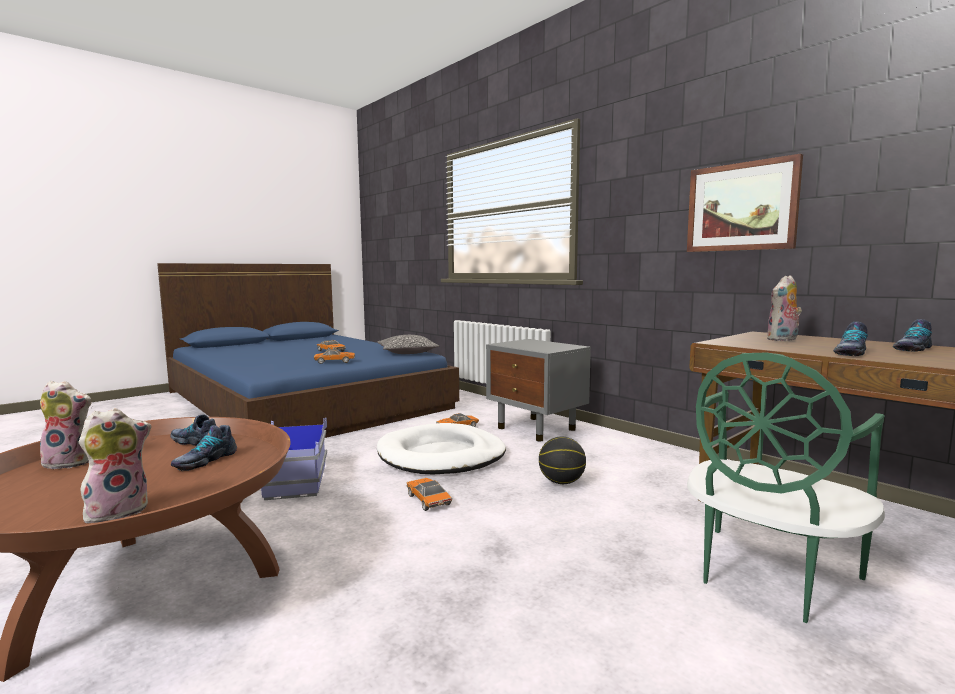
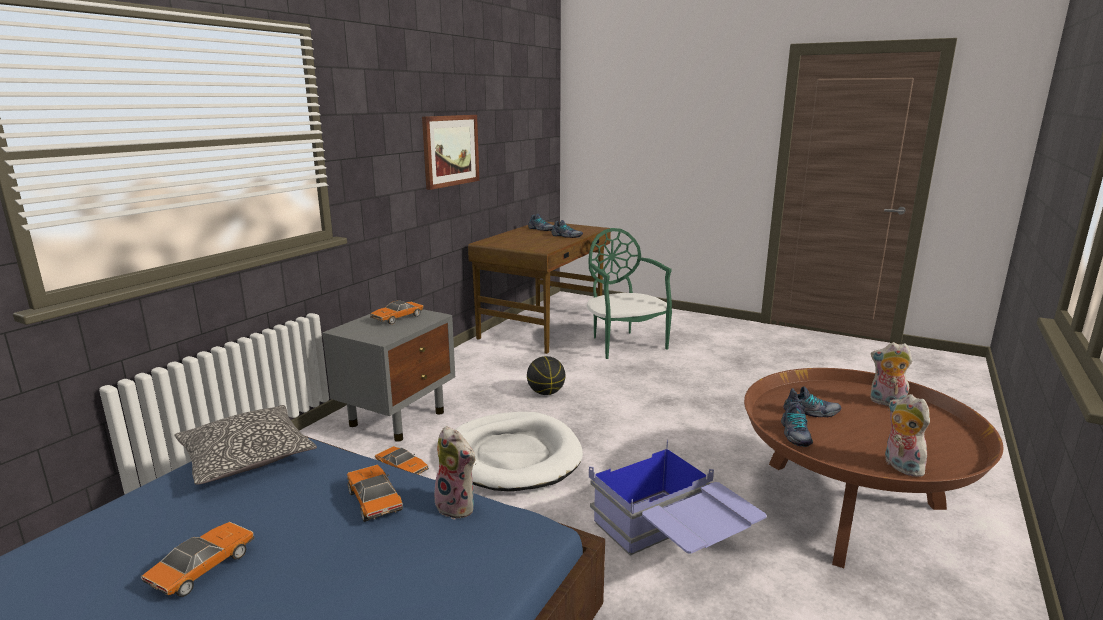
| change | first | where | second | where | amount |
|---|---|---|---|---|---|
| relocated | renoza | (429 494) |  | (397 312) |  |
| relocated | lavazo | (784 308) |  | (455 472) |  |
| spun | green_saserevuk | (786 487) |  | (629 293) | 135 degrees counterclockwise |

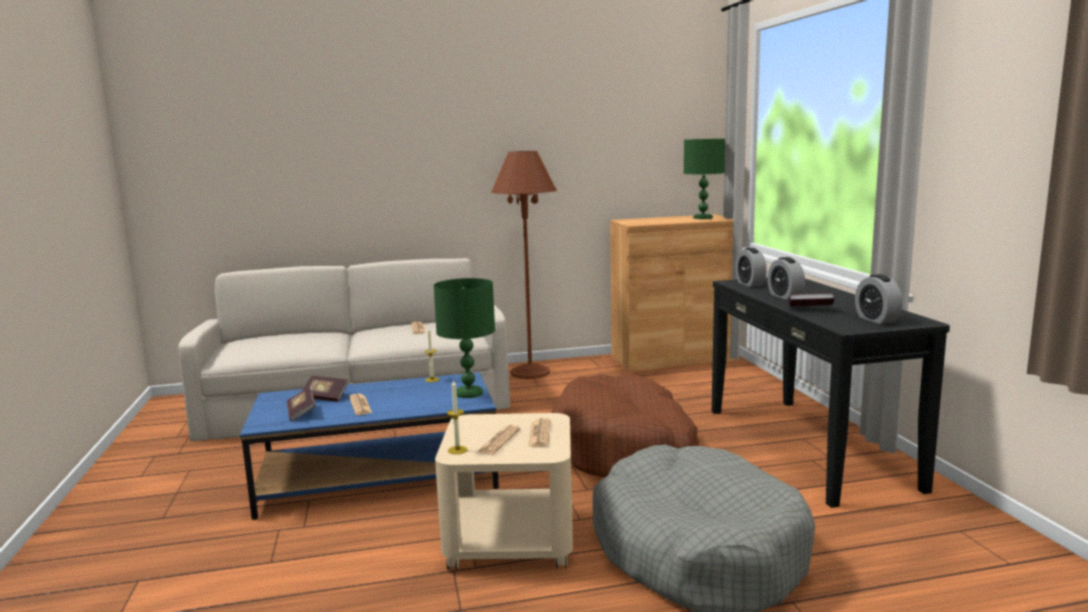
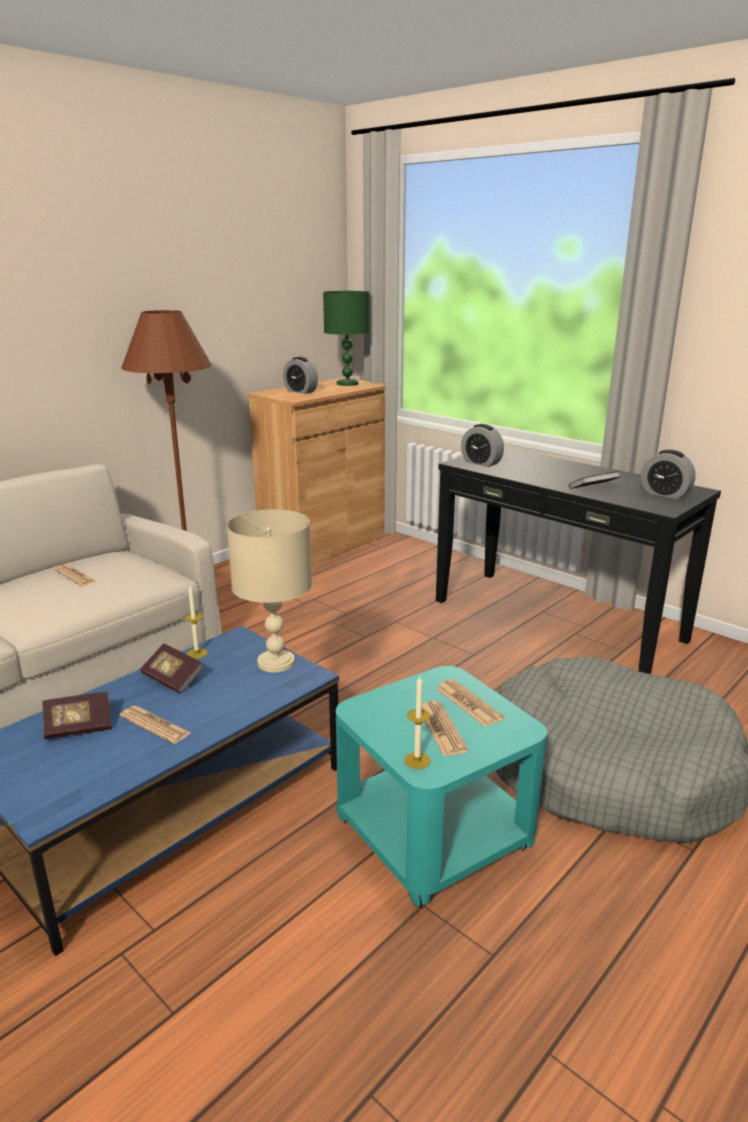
| change | first | where | second | where | amount |
|---|---|---|---|---|---|
| relocated | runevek | (301 404) |  | (171 668) |  |
| colour | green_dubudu | (464 338) | beige_dubudu | (269 591) |  |
| relocated | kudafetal | (786 278) |  | (300 375) |  |
| colour | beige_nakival | (504 491) | turquoise_nakival | (441 787) |  |
| missing | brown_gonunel | (625 426) |  |  |  |

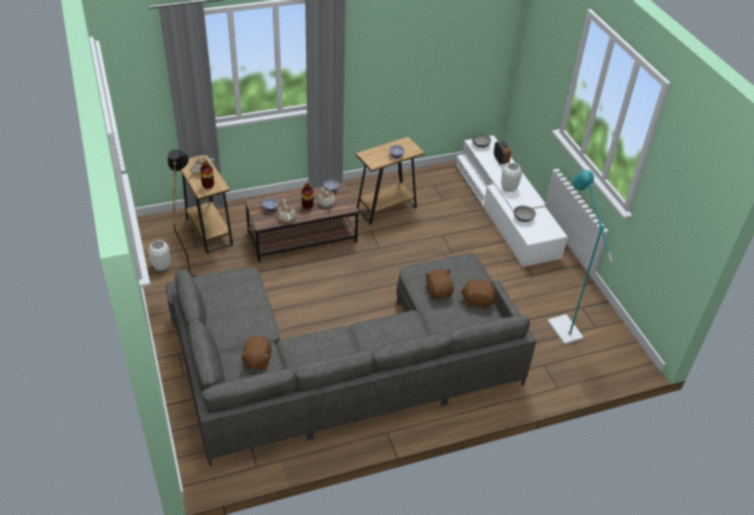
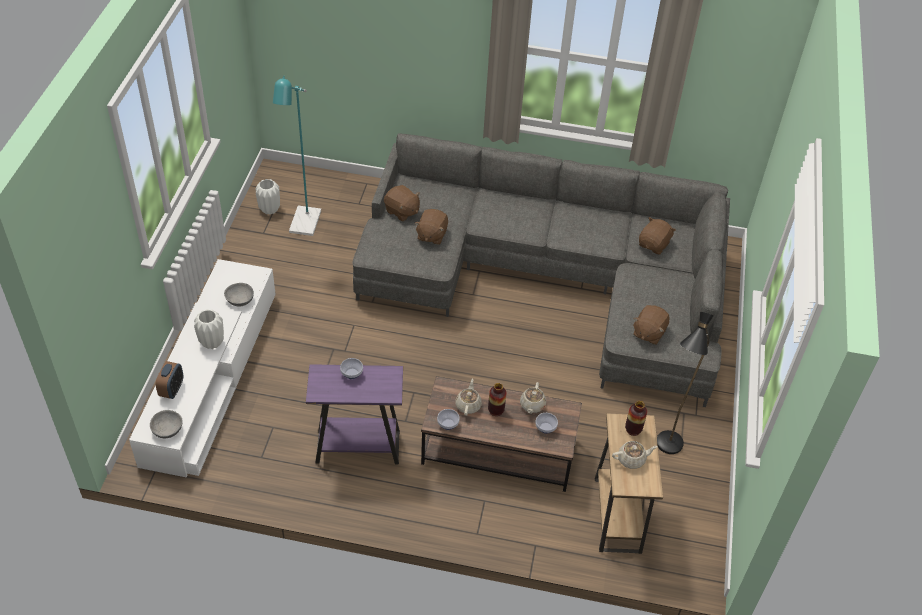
| change | first | where | second | where | amount |
|---|---|---|---|---|---|
| relocated | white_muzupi | (159 255) |  | (267 197) |  |
| colour | brown_nakival | (390 181) | purple_nakival | (354 414) |  |
| appeared |  |  | brown_lavazo | (651 325) |  |

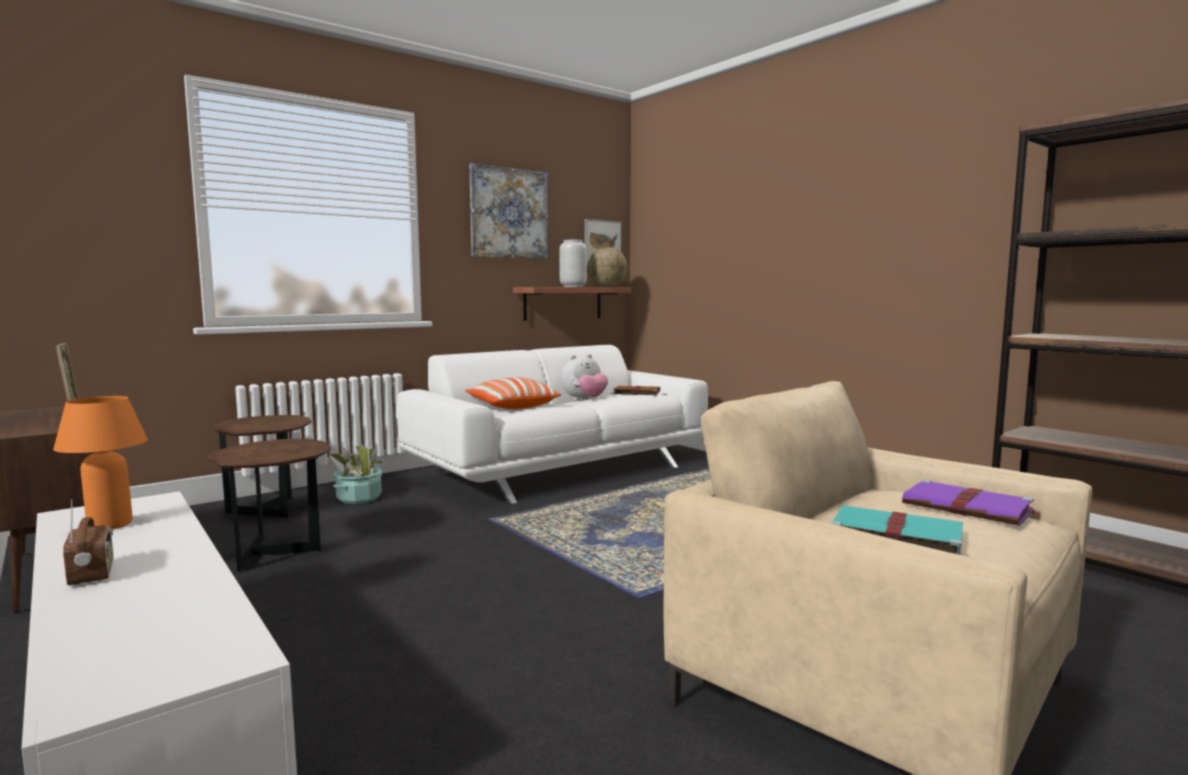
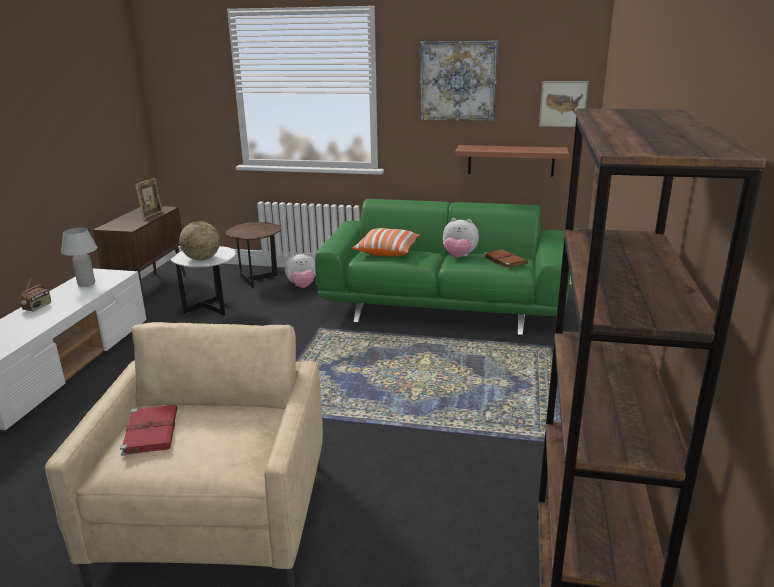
| change | first | where | second | where | amount |
|---|---|---|---|---|---|
| colour | orange_dubudu | (100 462) | white_dubudu | (79 257) |  |
| colour | turquoise_runevek | (897 530) | red_runevek | (149 430) |  |
| colour | brown_nakival | (269 505) | white_nakival | (203 281) |  |
| relocated | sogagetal | (607 267) |  | (199 241) |  |
| exchanged | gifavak | (356 474) | lavazo | (300 270) |  |
| colour | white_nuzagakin | (552 424) | green_nuzagakin | (442 267) |  |
| missing | grey_muzupi | (573 263) |  |  |  |
| missing | purple_runevek | (972 502) |  |  |  |

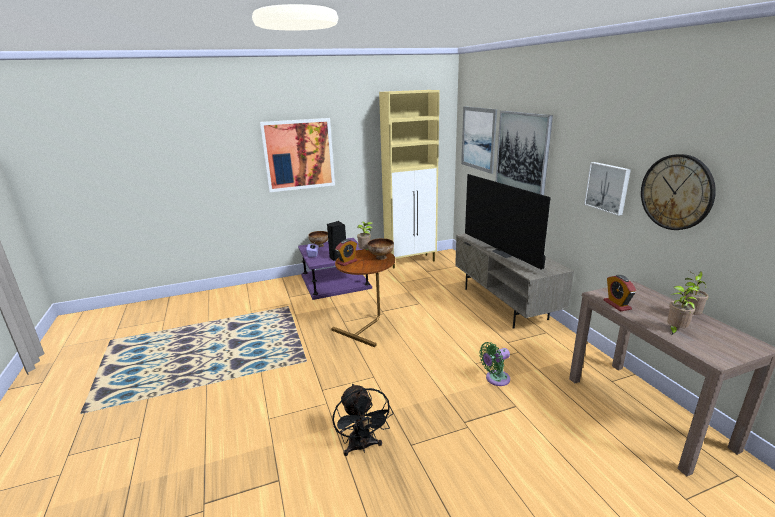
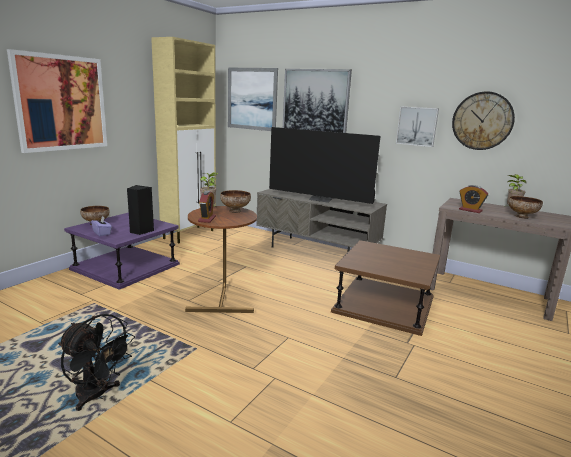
| change | first | where | second | where | amount |
|---|---|---|---|---|---|
| relocated | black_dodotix | (362 420) |  | (96 362) |  |
| exchanged | green_dodotix | (494 364) | brown_nakival | (385 288) |  |
| exchanged | gifavak | (683 310) | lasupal | (525 207) |  |

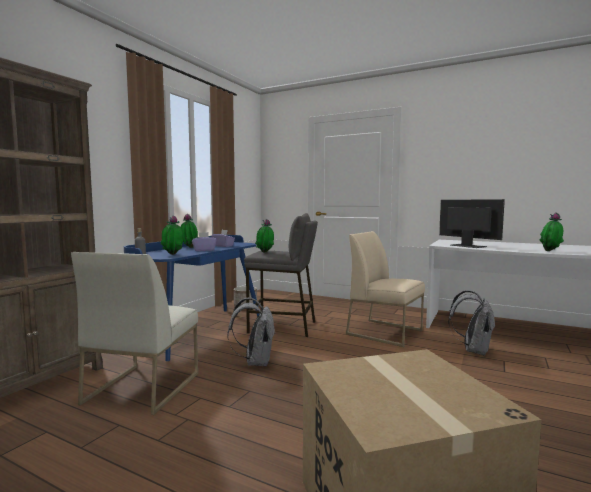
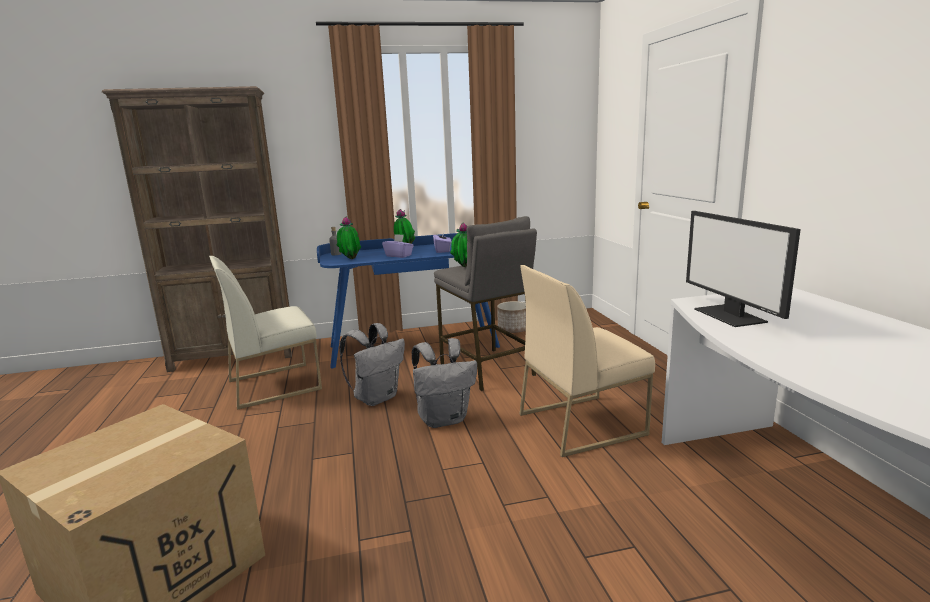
| change | first | where | second | where | amount |
|---|---|---|---|---|---|
| relocated | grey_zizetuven | (471 322) |  | (444 383) |  |
| spun | beige_saserevuk | (385 289) |  | (587 361) | 105 degrees counterclockwise |
| spun | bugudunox | (472 223) |  | (743 269) | 150 degrees clockwise |
| missing | gifavak | (552 231) |  |  |  |

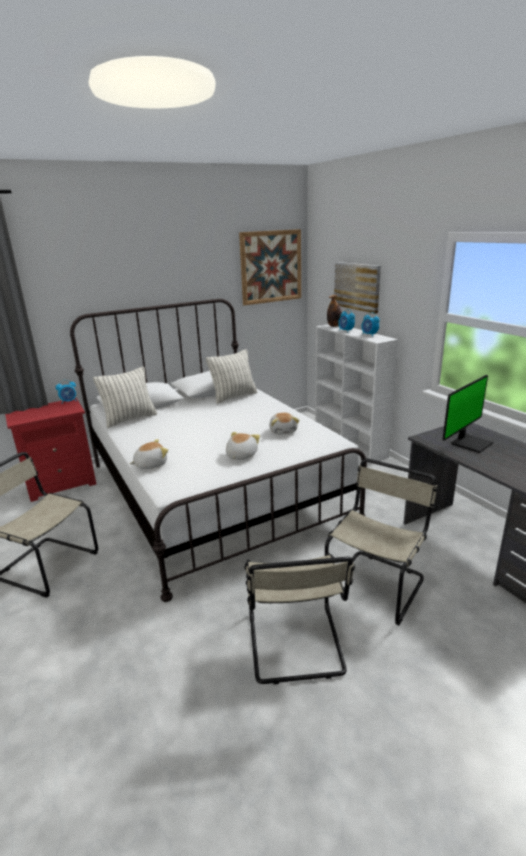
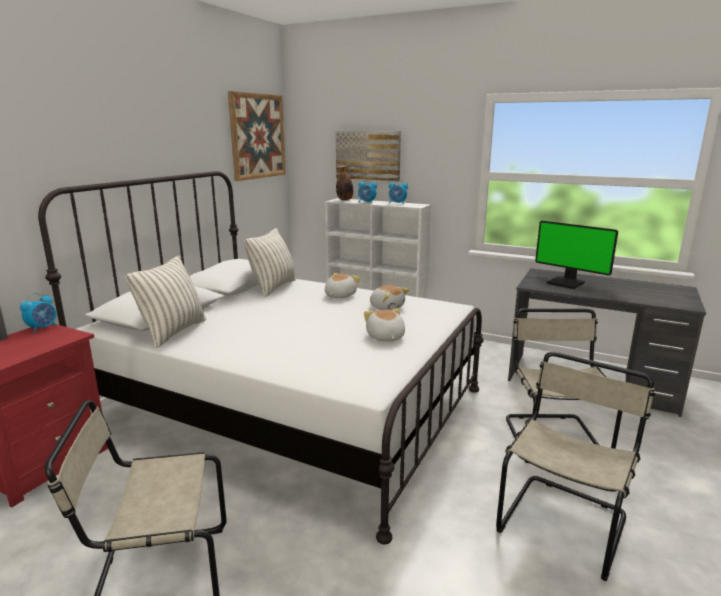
| change | first | where | second | where | amount |
|---|---|---|---|---|---|
| relocated | lavazo | (149 454) |  | (342 285) |  |
| spun | beige_saserevuk | (299 618) |  | (575 466) | 105 degrees counterclockwise |
| spun | bugudunox | (468 414) |  | (576 255) | 120 degrees clockwise |

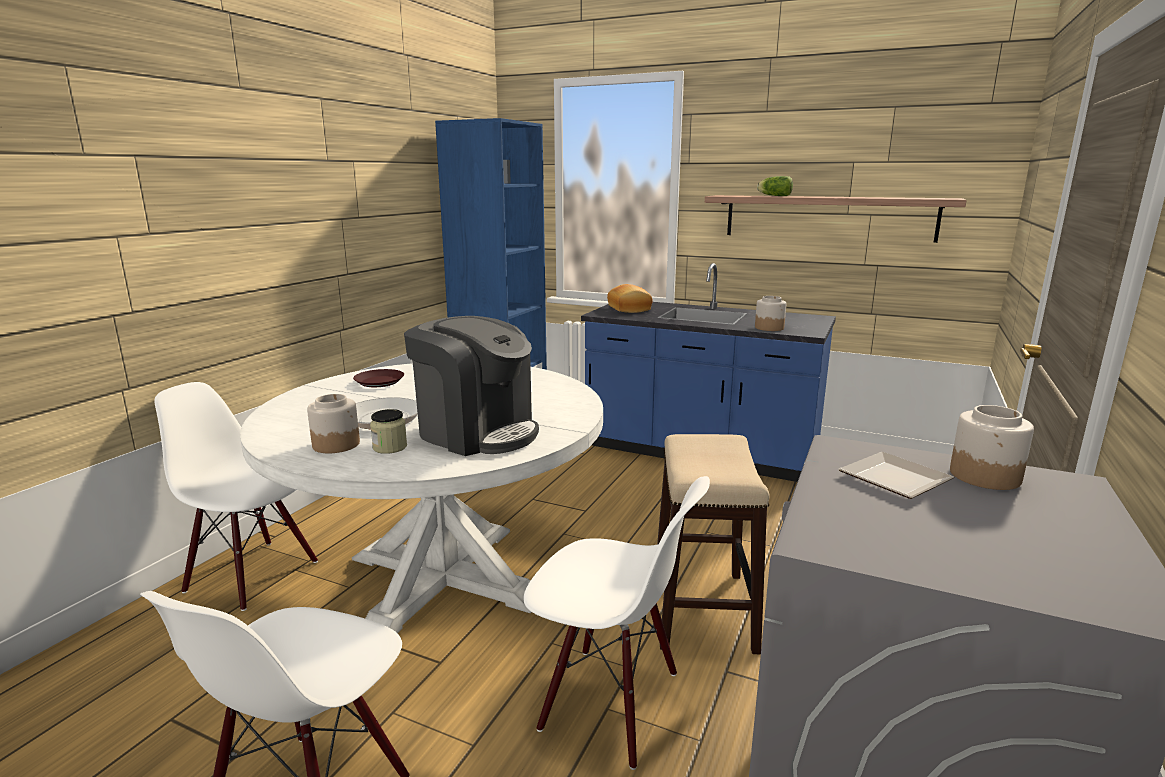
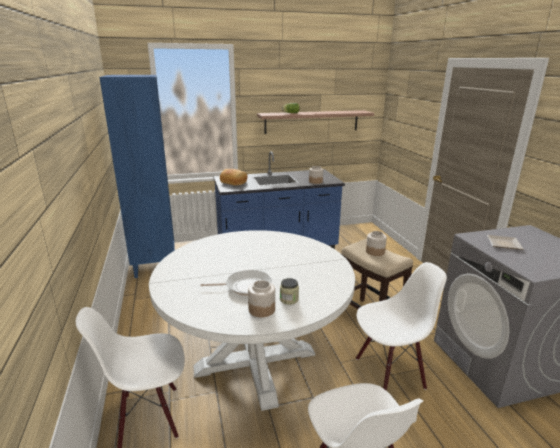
| change | first | where | second | where | amount |
|---|---|---|---|---|---|
| relocated | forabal | (992 447) |  | (376 243) |  |
| missing | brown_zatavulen | (378 378) |  |  |  |
| missing | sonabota | (471 386) |  |  |  |

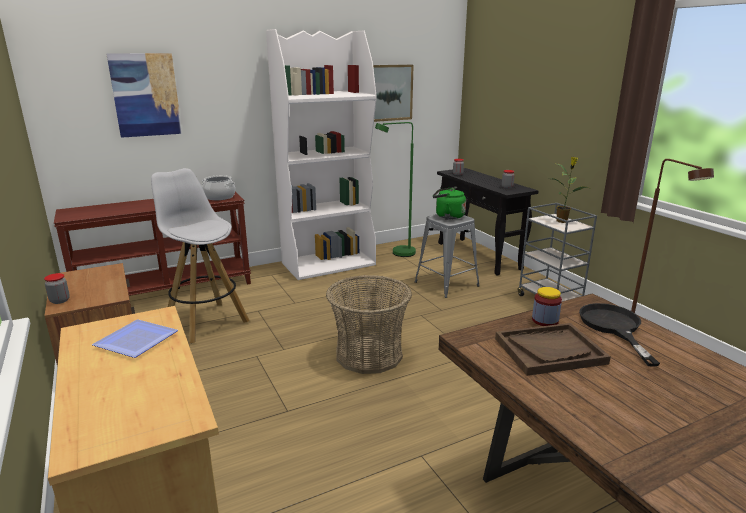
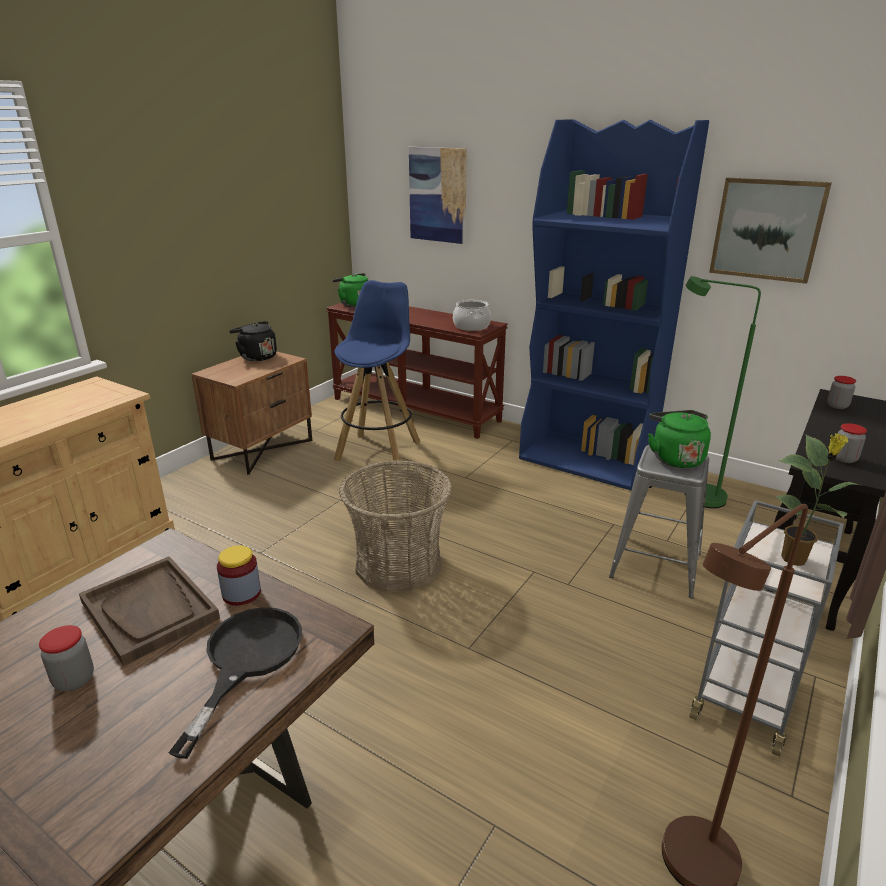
| change | first | where | second | where | amount |
|---|---|---|---|---|---|
| relocated | forabal | (57 288) |  | (66 658) |  |
| spun | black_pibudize | (619 335) |  | (235 683) | 45 degrees counterclockwise |
| appeared |  |  | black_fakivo | (253 341) |  |
| appeared |  |  | green_fakivo | (350 290) |  |
| colour | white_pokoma | (200 255) | blue_pokoma | (377 374) |  |
| colour | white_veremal | (321 154) | blue_veremal | (614 304) |  |
| missing | zatavulen | (135 339) |  |  |  |

